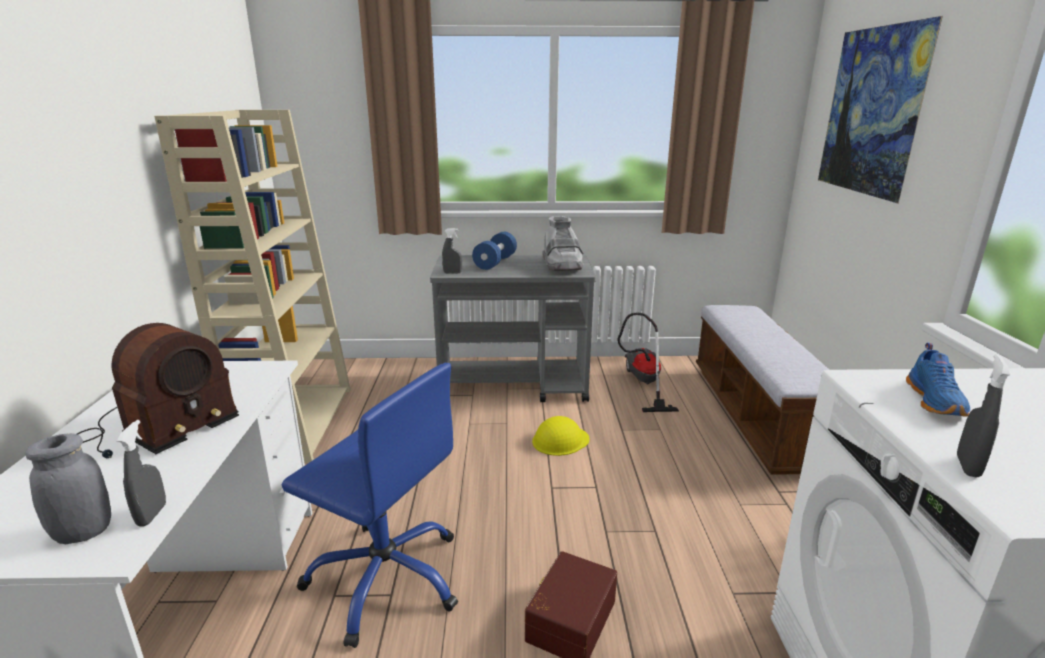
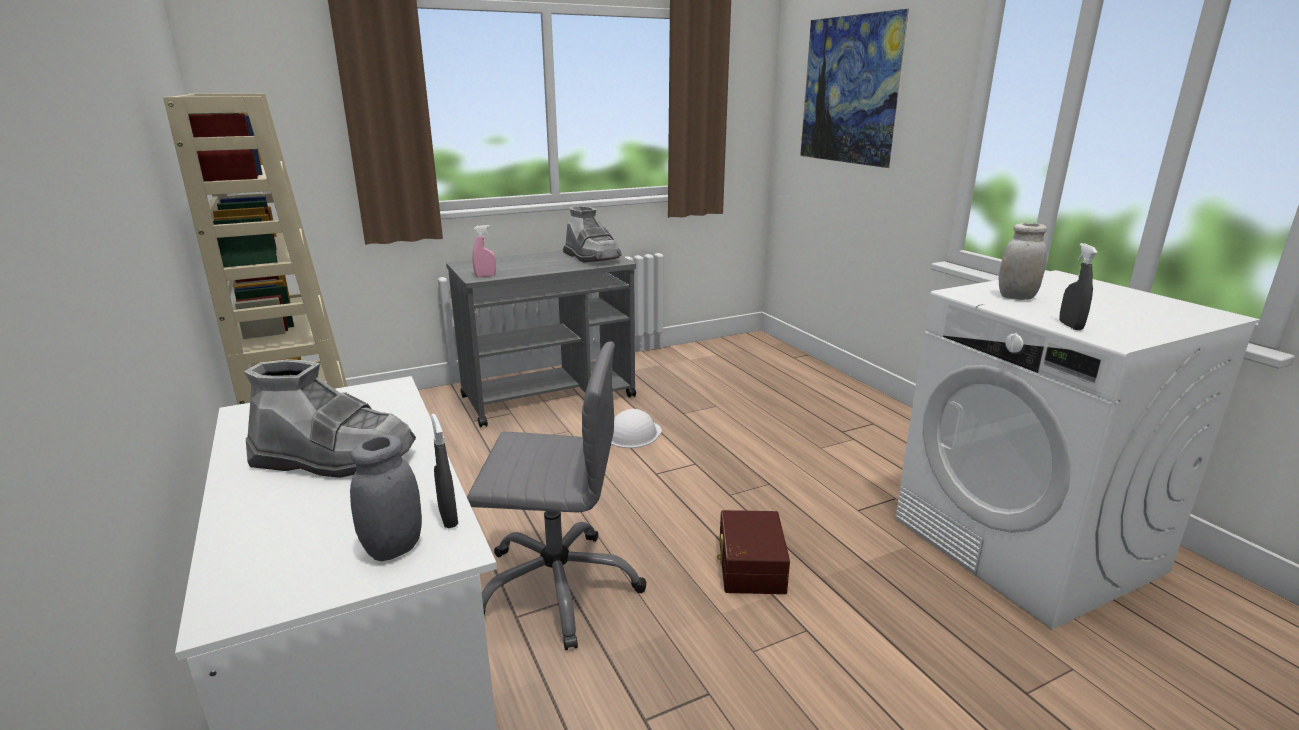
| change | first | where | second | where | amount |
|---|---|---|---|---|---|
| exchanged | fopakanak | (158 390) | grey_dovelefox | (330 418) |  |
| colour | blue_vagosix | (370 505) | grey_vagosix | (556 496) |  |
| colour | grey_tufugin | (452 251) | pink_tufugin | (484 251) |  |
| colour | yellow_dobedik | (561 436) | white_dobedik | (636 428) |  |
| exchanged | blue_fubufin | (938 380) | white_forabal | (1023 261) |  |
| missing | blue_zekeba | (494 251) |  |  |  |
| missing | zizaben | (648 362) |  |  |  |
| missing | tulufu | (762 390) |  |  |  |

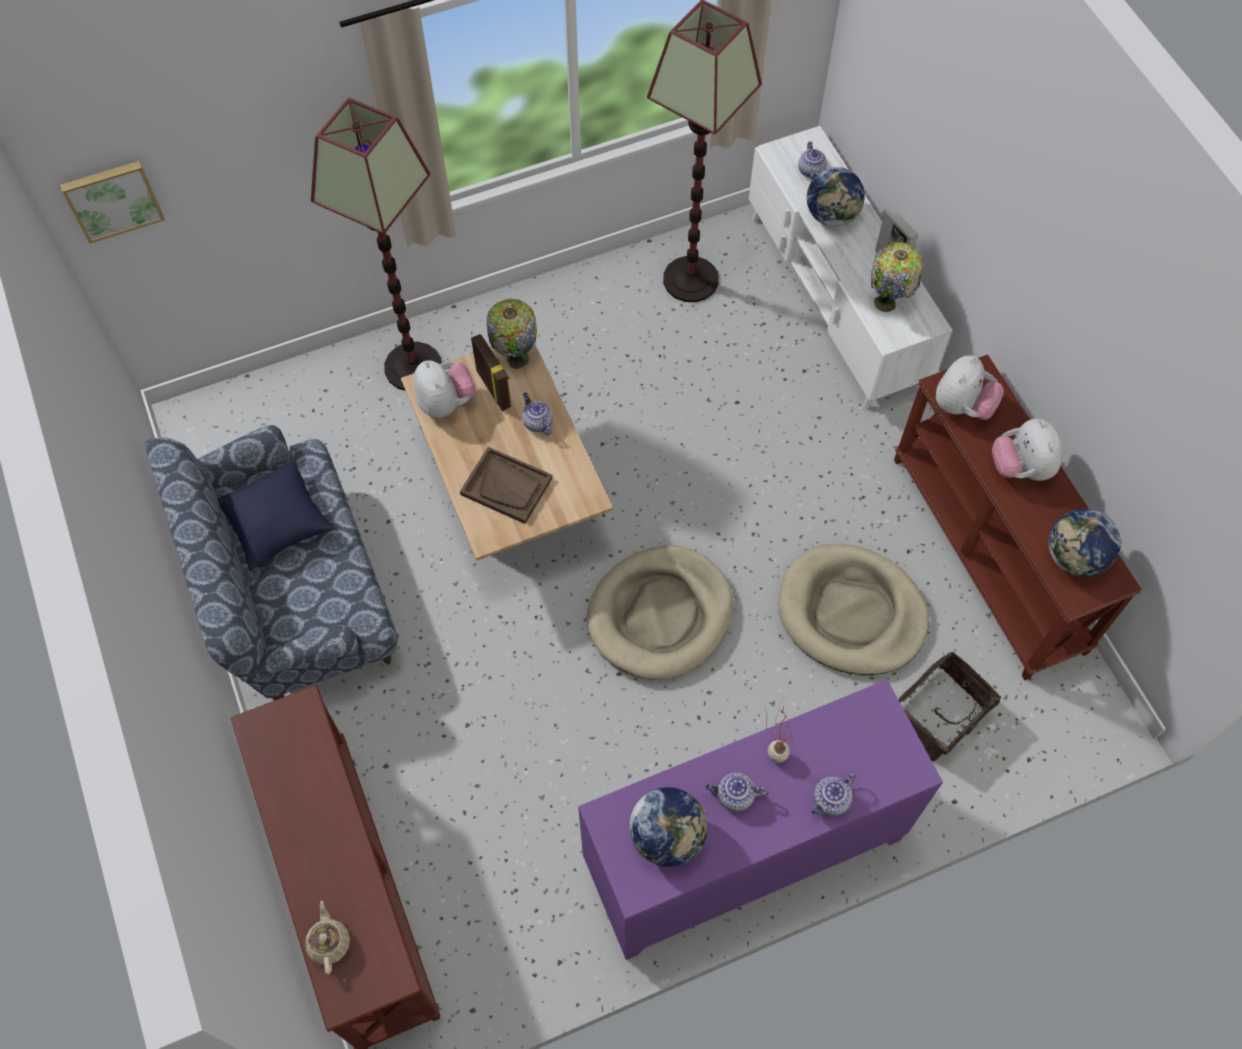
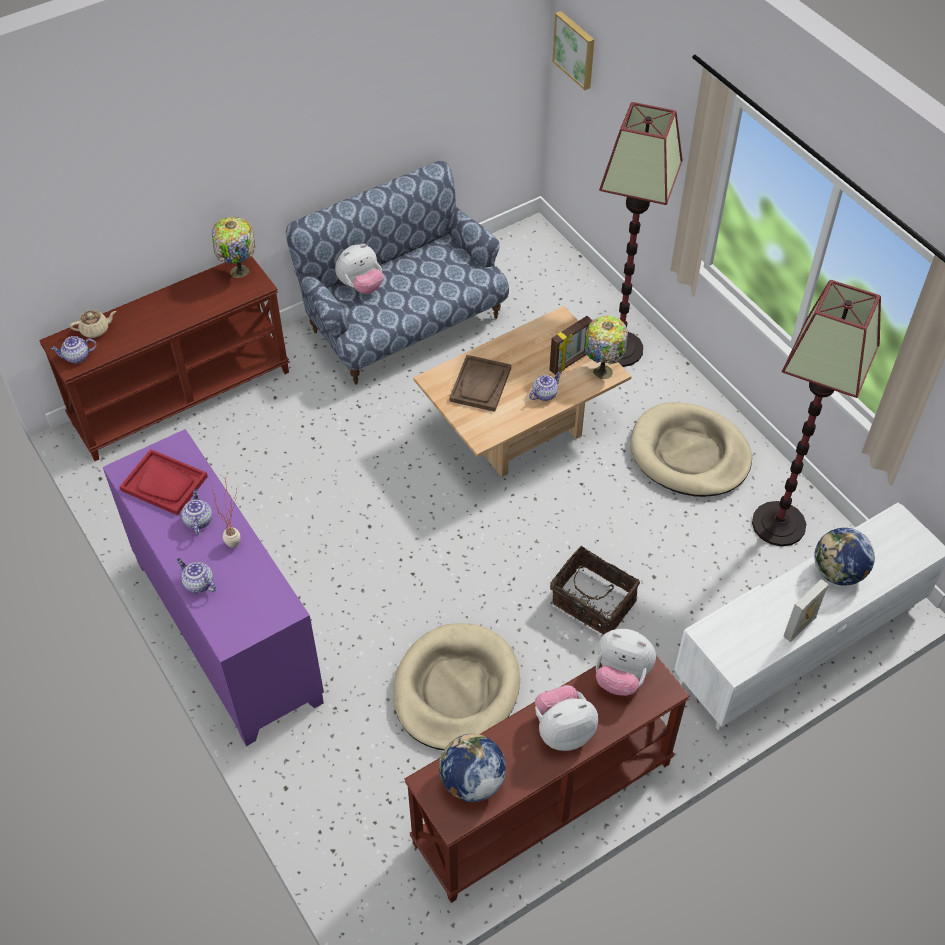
| change | first | where | second | where | amount |
|---|---|---|---|---|---|
| relocated | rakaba | (812 160) |  | (74 350) |  |
| exchanged | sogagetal | (668 827) | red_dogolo | (164 482) |  |
| relocated | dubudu | (897 277) |  | (234 247) |  |
| relocated | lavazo | (445 389) |  | (359 269) |  |
| relocated | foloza | (953 706) |  | (595 590) |  |
| relocated | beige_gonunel | (660 612) |  | (691 449) |  |
| missing | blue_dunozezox | (275 515) |  |  |  |

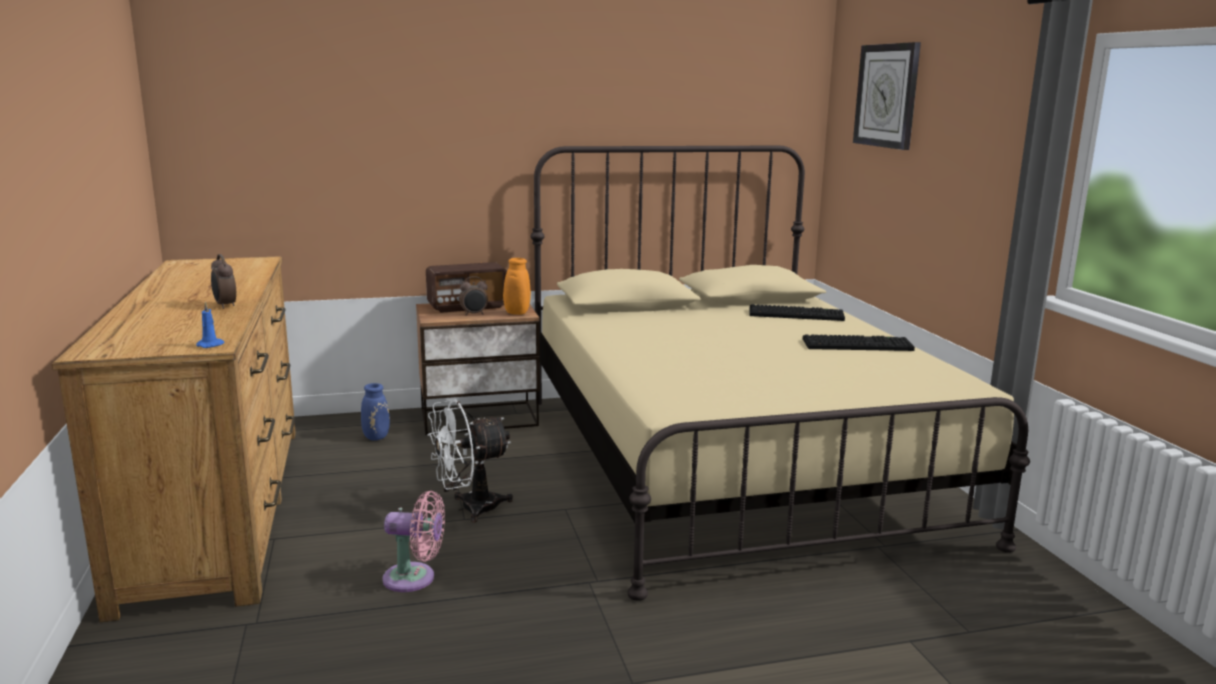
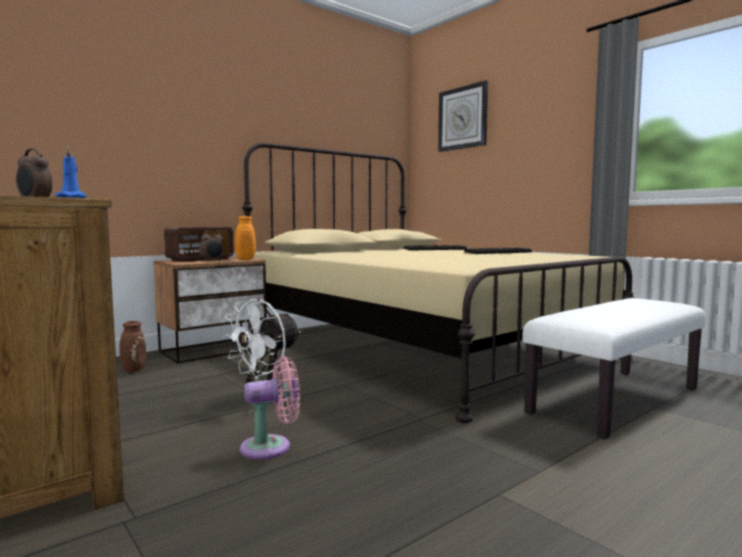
| change | first | where | second | where | amount |
|---|---|---|---|---|---|
| colour | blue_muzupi | (375 405) | brown_muzupi | (132 346) |  |
| appeared |  |  | white_tulufu | (614 368) |  |

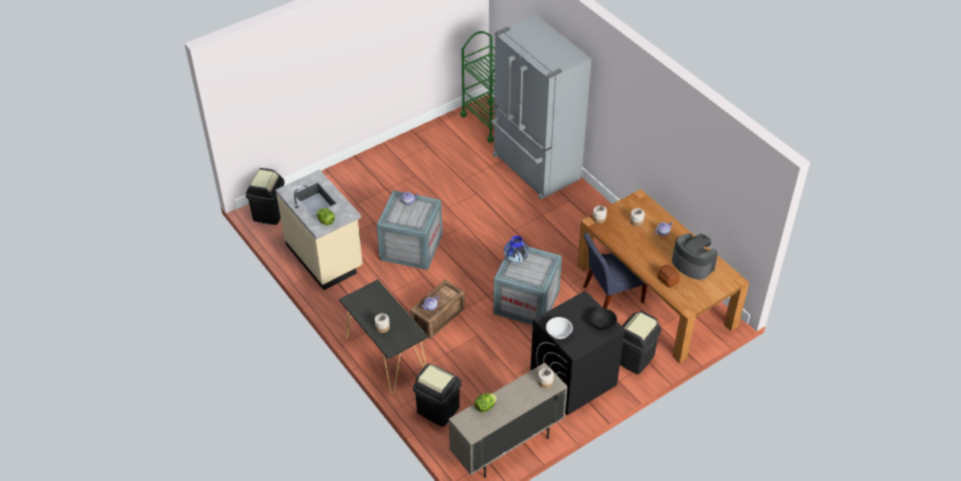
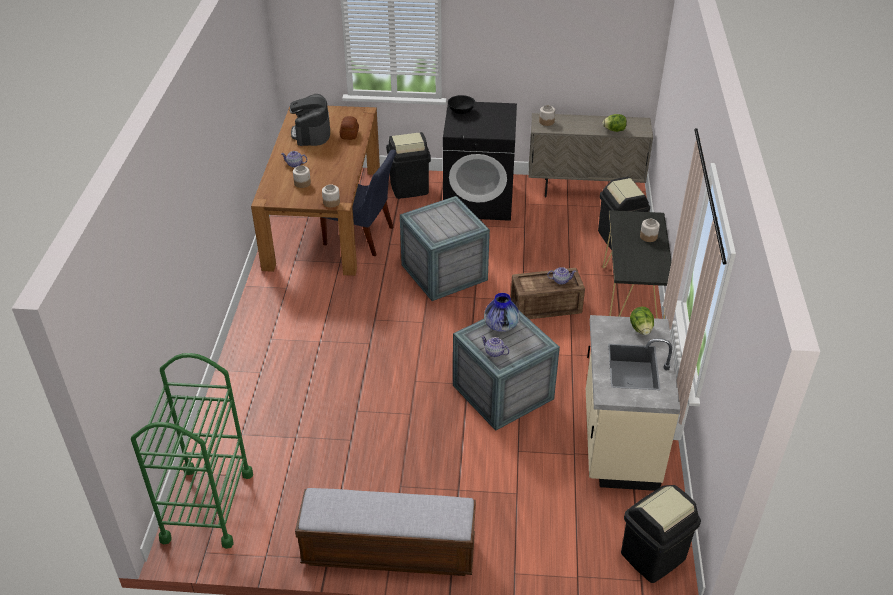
| change | first | where | second | where | amount |
|---|---|---|---|---|---|
| appeared |  |  | tulufu | (385 532) |  |
| relocated | muzupi | (516 249) |  | (502 312) |  |
| missing | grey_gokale | (541 107) |  |  |  |
| missing | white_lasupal | (559 328) |  |  |  |

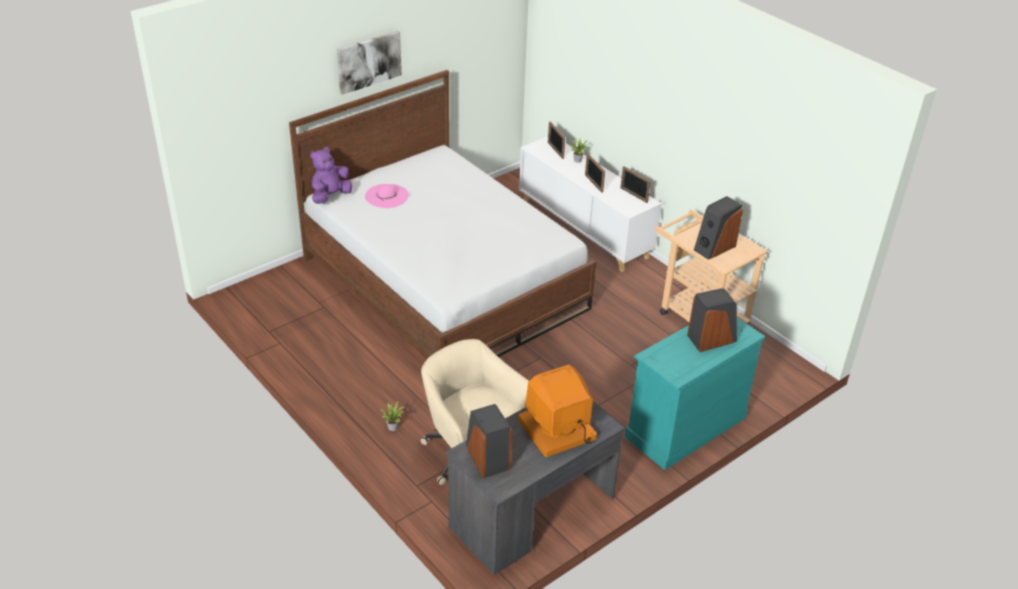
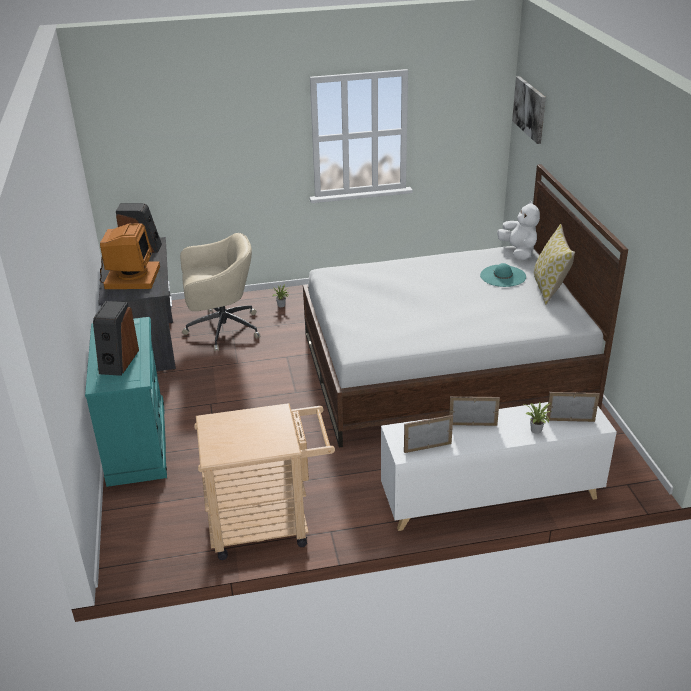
| change | first | where | second | where | amount |
|---|---|---|---|---|---|
| colour | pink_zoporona | (387 196) | turquoise_zoporona | (503 275) |  |
| colour | purple_lavazo | (331 175) | white_lavazo | (518 230) |  |
| relocated | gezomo | (369 63) |  | (529 110) |  |
| appeared |  |  | dunozezox | (554 264) |  |
| missing | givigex | (718 228) |  |  |  |

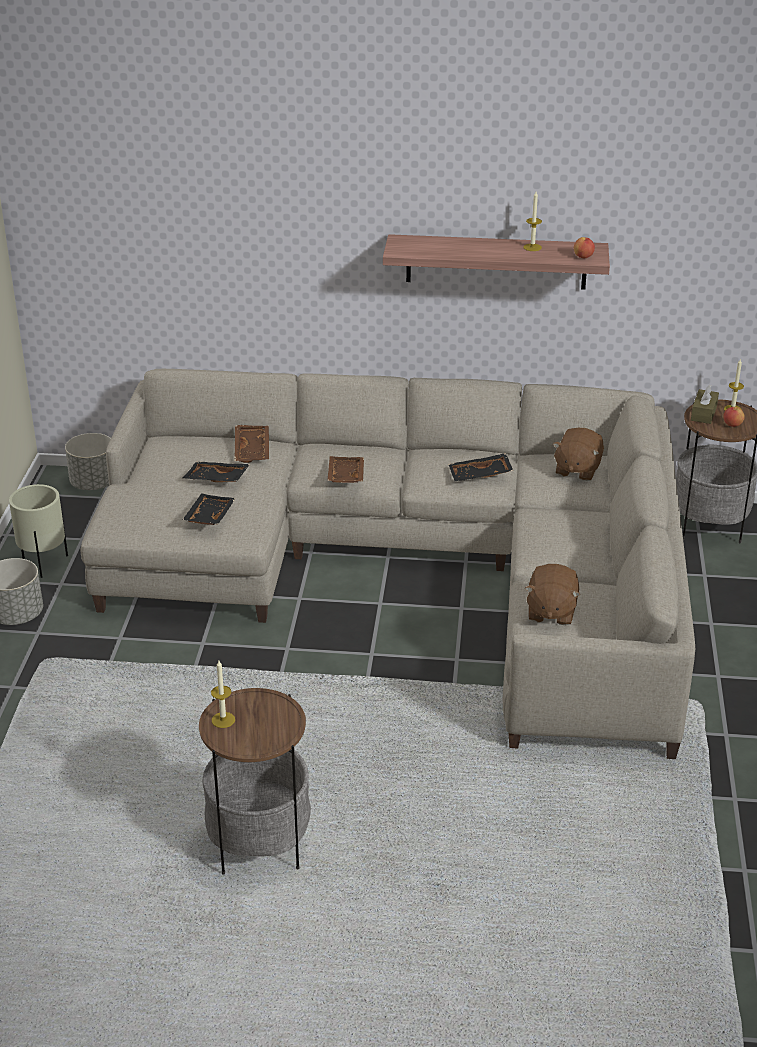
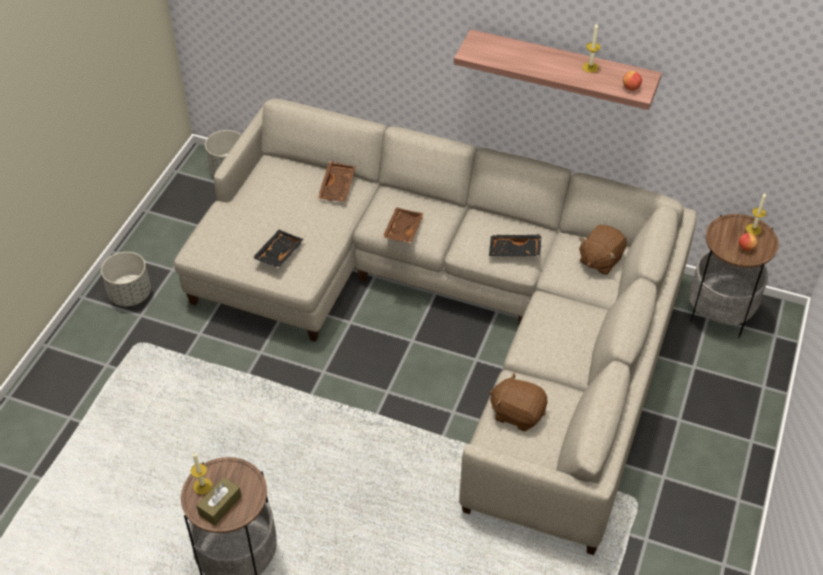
| change | first | where | second | where | amount |
|---|---|---|---|---|---|
| relocated | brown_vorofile | (705 404) |  | (219 501) |  |
| spun | brown_lavazo | (552 594) |  | (518 402) | 90 degrees clockwise |
| missing | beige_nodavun | (38 531) |  |  |  |
| missing | black_dogolo | (216 472) |  |  |  |

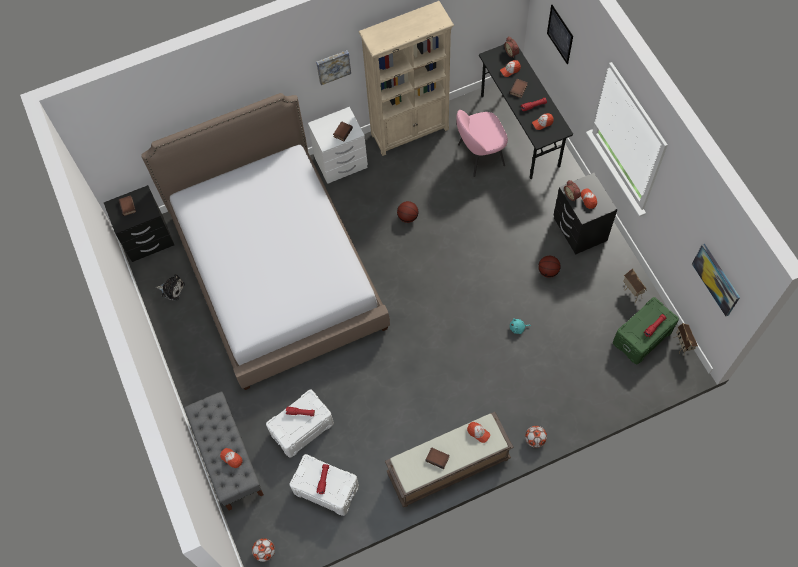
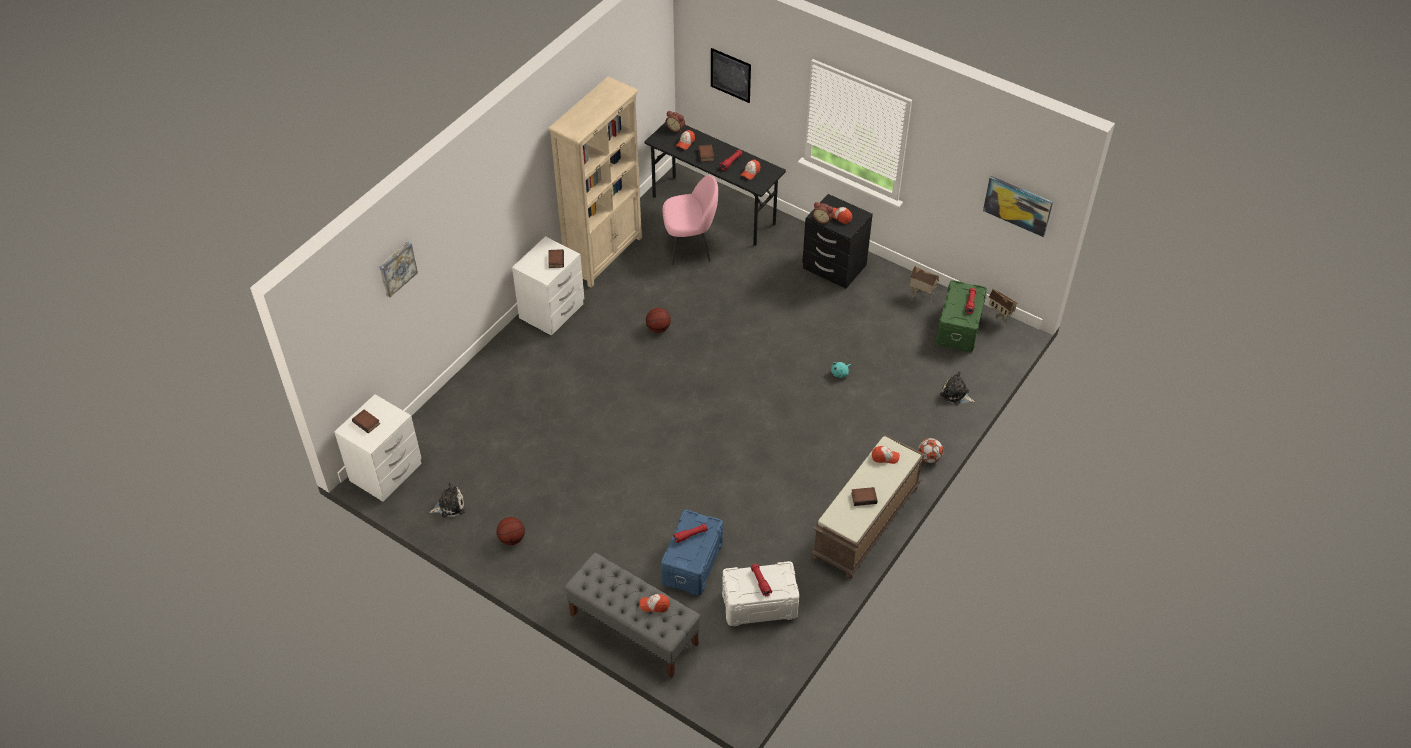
| change | first | where | second | where | amount |
|---|---|---|---|---|---|
| colour | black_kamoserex | (139 223) | white_kamoserex | (378 447) |  |
| relocated | gezomo | (333 67) |  | (398 269) |  |
| relocated | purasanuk | (549 267) |  | (511 531) |  |
| colour | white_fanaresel | (300 424) | blue_fanaresel | (692 552) |  |
| spun | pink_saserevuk | (482 143) |  | (690 220) | 135 degrees counterclockwise |
| appeared |  |  | lavazo | (957 388) |  |
| missing | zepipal | (265 241) |  |  |  |
| missing | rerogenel | (263 550) |  |  |  |

